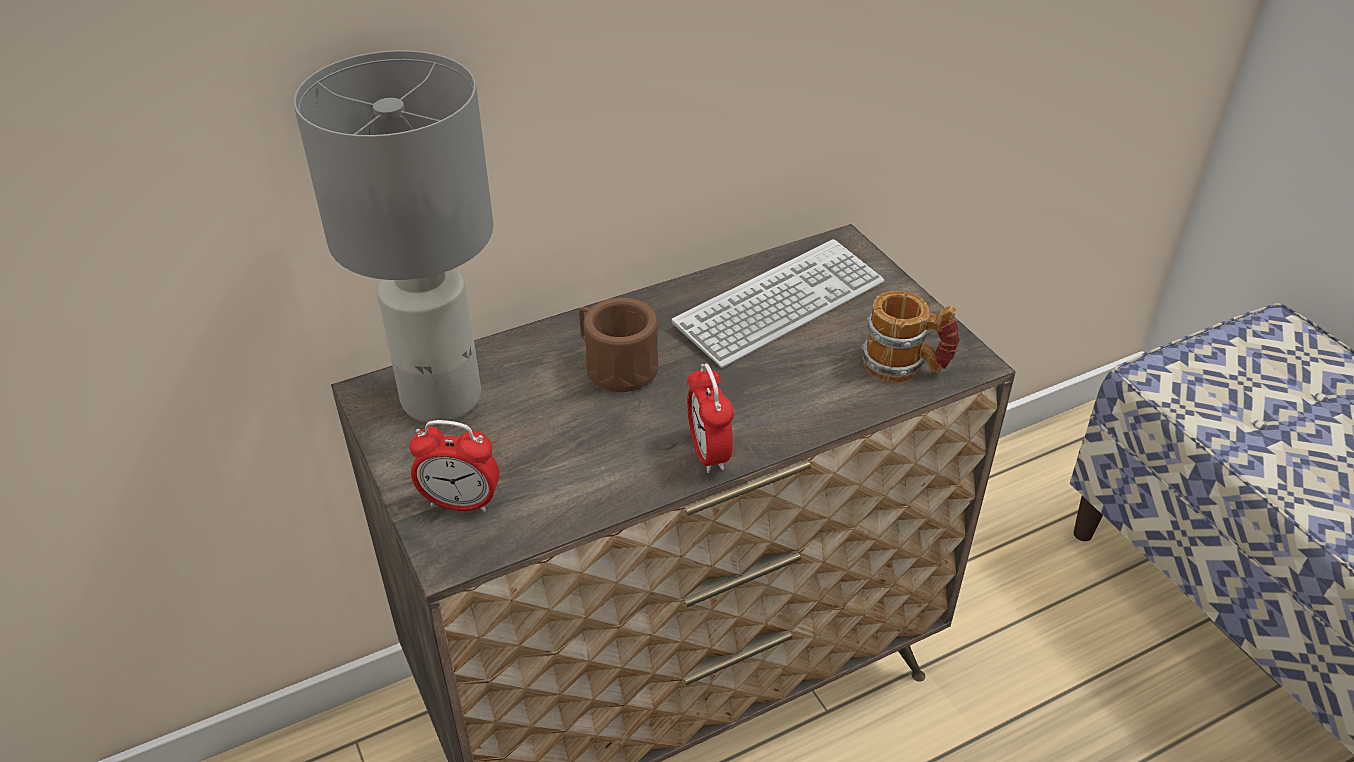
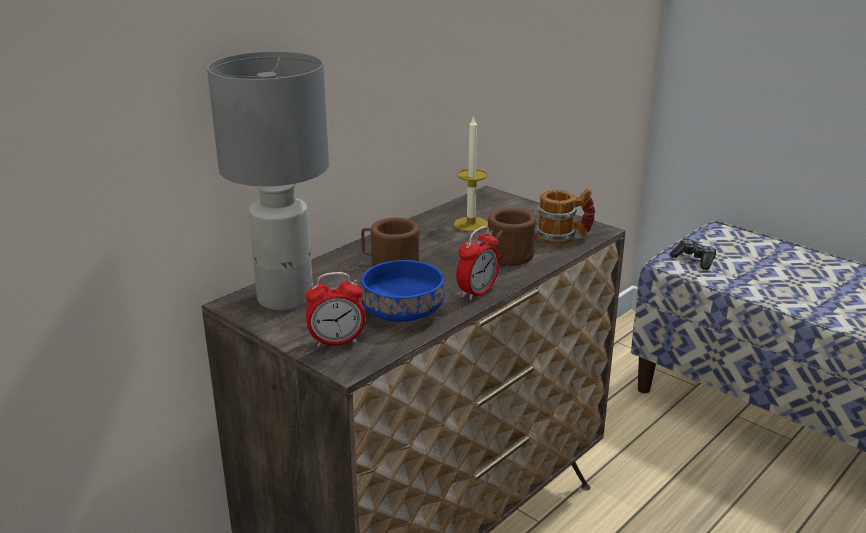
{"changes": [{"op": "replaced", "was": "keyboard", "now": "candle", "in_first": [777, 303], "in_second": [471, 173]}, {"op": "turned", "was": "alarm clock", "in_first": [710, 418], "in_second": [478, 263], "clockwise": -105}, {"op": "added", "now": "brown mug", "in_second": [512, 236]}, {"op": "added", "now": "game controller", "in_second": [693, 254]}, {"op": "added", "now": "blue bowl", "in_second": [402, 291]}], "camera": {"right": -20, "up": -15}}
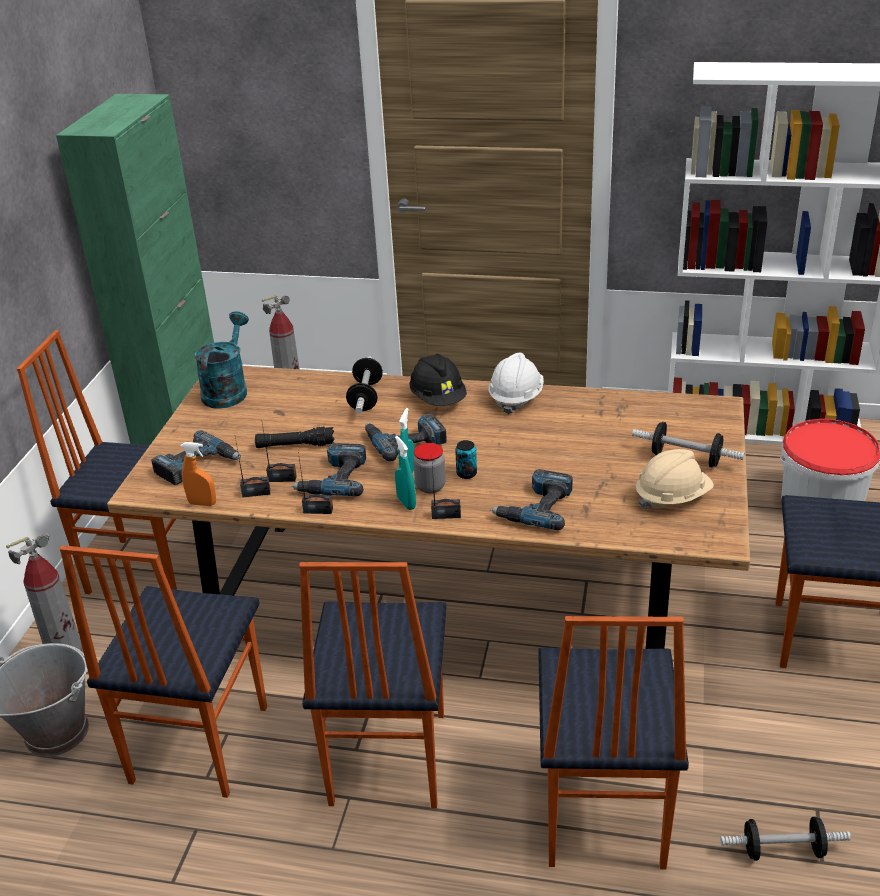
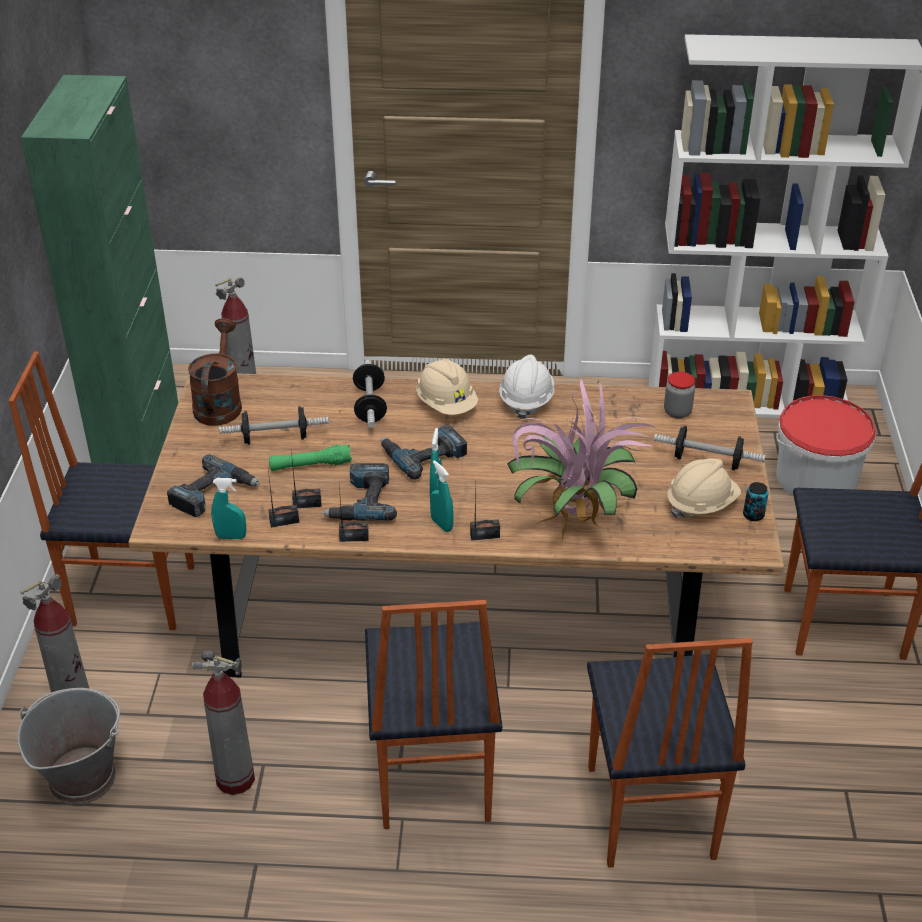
{"changes": [{"op": "recoloured", "was": "turquoise watering can", "now": "brown watering can", "in_first": [222, 360], "in_second": [215, 372]}, {"op": "recoloured", "was": "black hard hat", "now": "beige hard hat", "in_first": [438, 380], "in_second": [447, 387]}, {"op": "recoloured", "was": "black flashlight", "now": "green flashlight", "in_first": [295, 437], "in_second": [310, 458]}, {"op": "moved", "was": "can", "in_first": [466, 459], "in_second": [756, 501]}, {"op": "recoloured", "was": "orange spray bottle", "now": "turquoise spray bottle", "in_first": [198, 474], "in_second": [228, 508]}, {"op": "moved", "was": "jar", "in_first": [429, 468], "in_second": [679, 395]}, {"op": "replaced", "was": "power drill", "now": "potted plant", "in_first": [531, 499], "in_second": [580, 459]}, {"op": "replaced", "was": "chair", "now": "fire extinguisher", "in_first": [163, 671], "in_second": [223, 722]}, {"op": "moved", "was": "dumbbell", "in_first": [785, 839], "in_second": [274, 425]}], "camera": {"right": -10, "up": 5}}
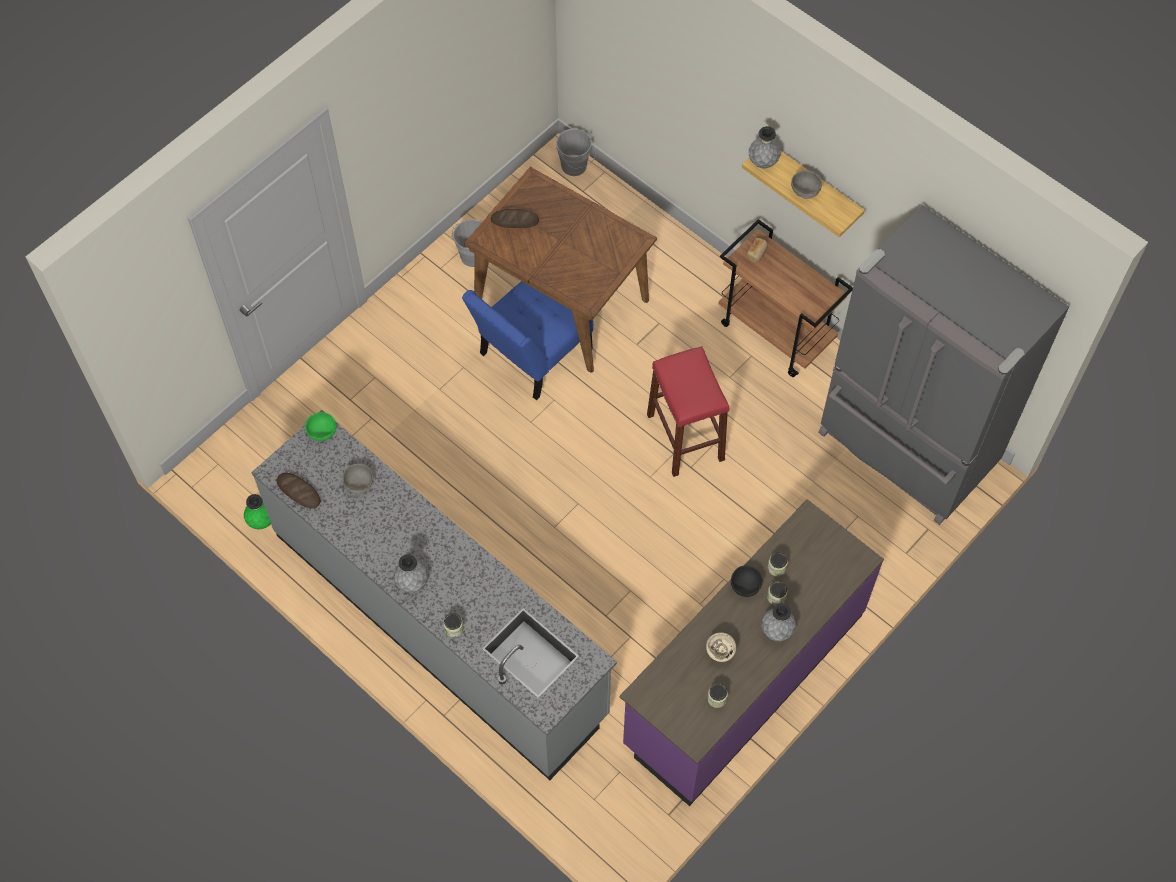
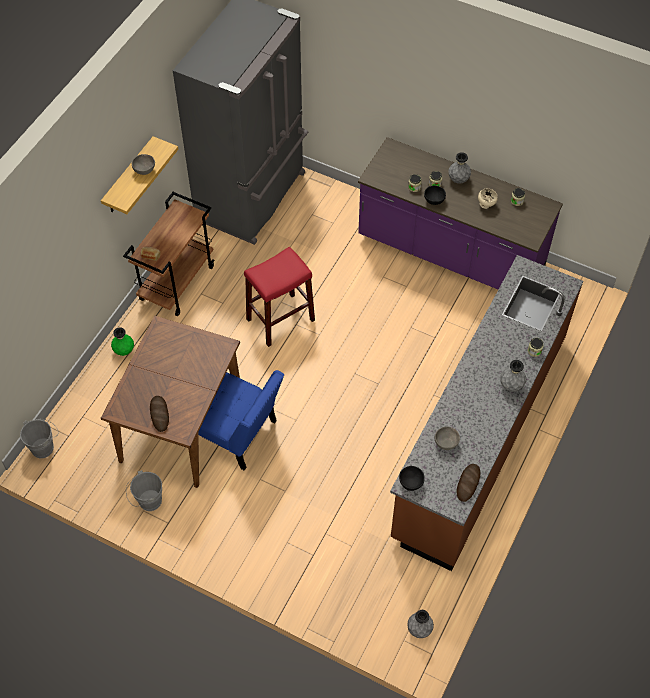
{"changes": [{"op": "moved", "was": "grey vase", "in_first": [765, 147], "in_second": [421, 624]}, {"op": "recoloured", "was": "grey counter", "now": "brown counter", "in_first": [434, 595], "in_second": [486, 413]}, {"op": "recoloured", "was": "green bowl", "now": "black bowl", "in_first": [320, 426], "in_second": [412, 478]}, {"op": "moved", "was": "green vase", "in_first": [257, 511], "in_second": [122, 341]}], "camera": {"right": -105, "up": -5}}
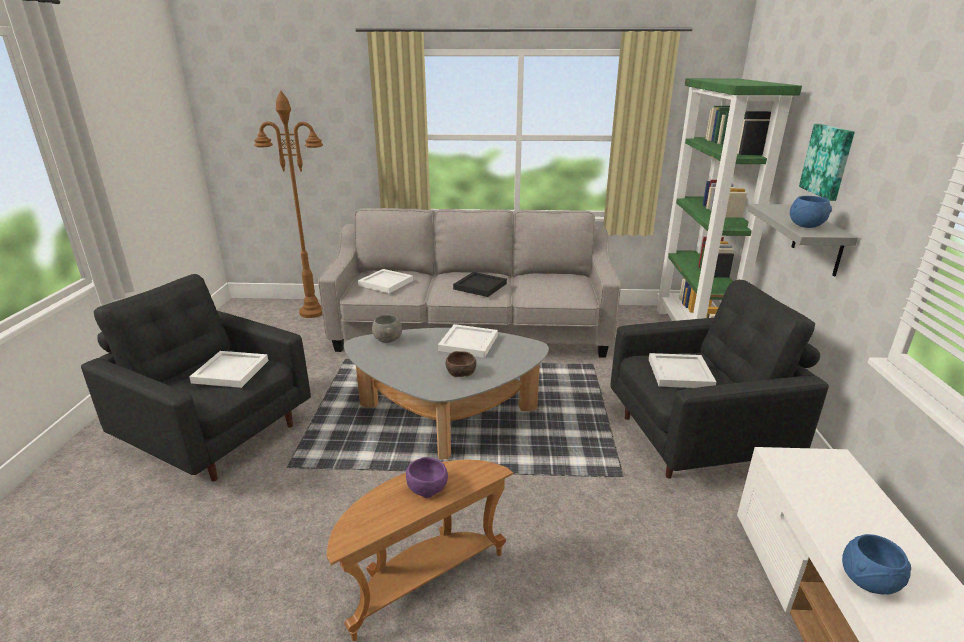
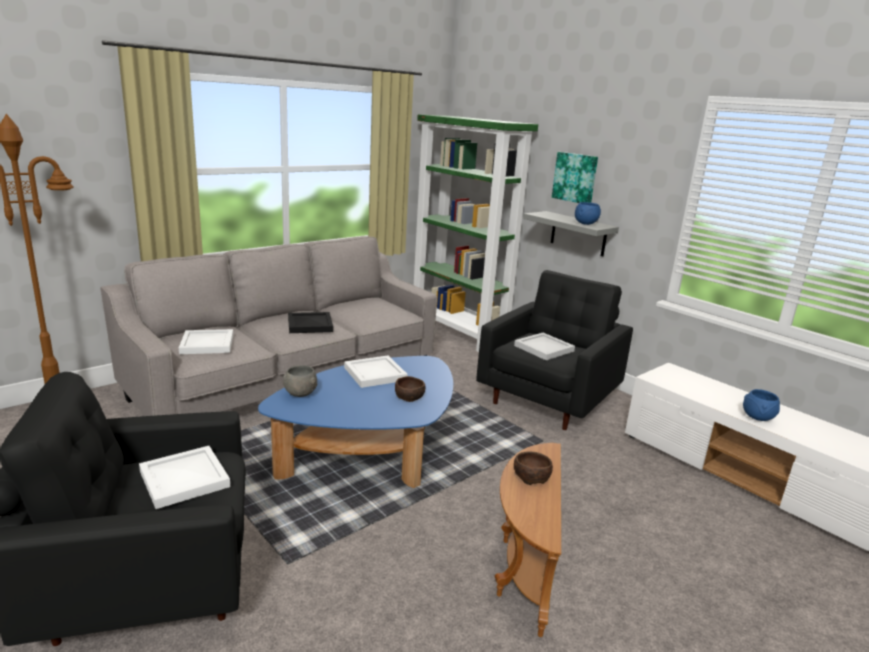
{"changes": [{"op": "recoloured", "was": "grey coffee table", "now": "blue coffee table", "in_first": [446, 393], "in_second": [355, 422]}, {"op": "recoloured", "was": "purple bowl", "now": "brown bowl", "in_first": [427, 477], "in_second": [533, 468]}], "camera": {"right": -45, "up": -5}}
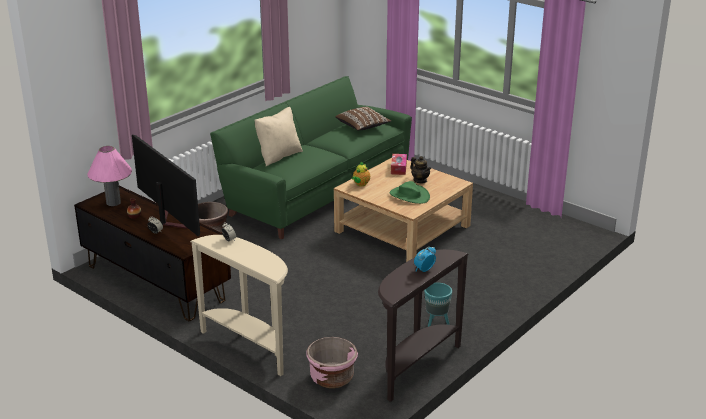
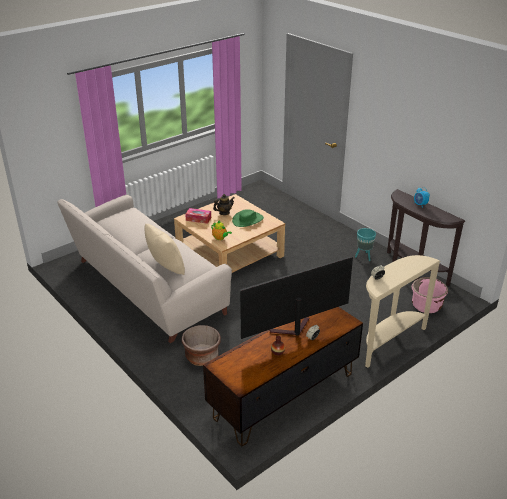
{"changes": [{"op": "recoloured", "was": "green sofa", "now": "beige sofa", "in_first": [311, 158], "in_second": [144, 269]}, {"op": "removed", "was": "brown pillow", "in_first": [363, 119]}, {"op": "removed", "was": "pink table lamp", "in_first": [109, 176]}], "camera": {"right": -80, "up": 5}}
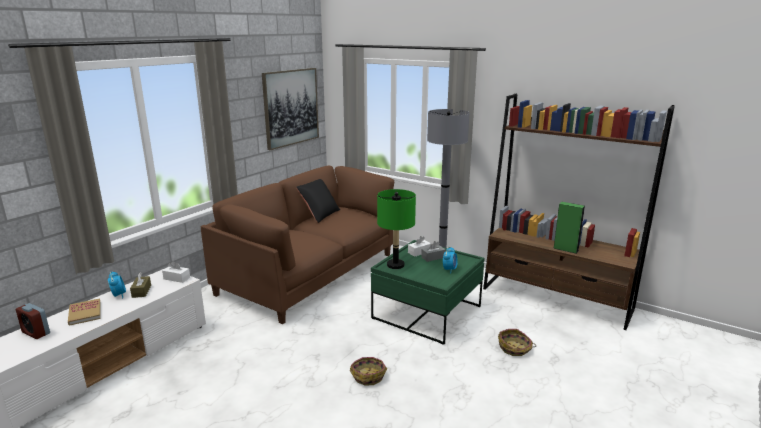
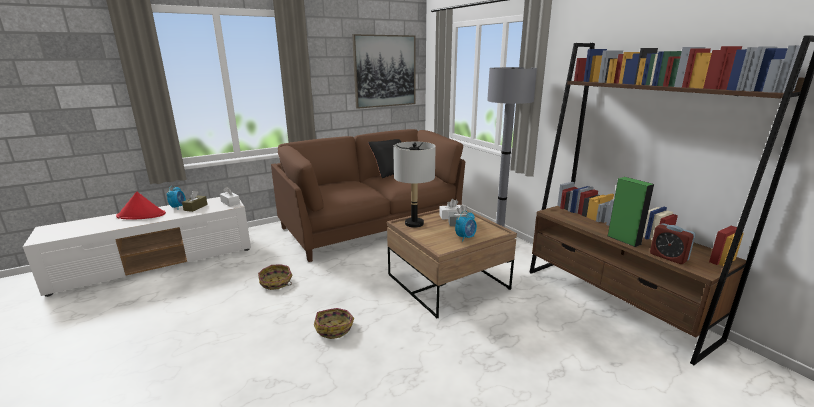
{"changes": [{"op": "recoloured", "was": "green table lamp", "now": "grey table lamp", "in_first": [396, 229], "in_second": [414, 185]}, {"op": "recoloured", "was": "green coffee table", "now": "brown coffee table", "in_first": [428, 292], "in_second": [452, 263]}, {"op": "replaced", "was": "book", "now": "red hat", "in_first": [84, 312], "in_second": [141, 205]}, {"op": "moved", "was": "alarm clock", "in_first": [33, 321], "in_second": [672, 243]}, {"op": "moved", "was": "basket", "in_first": [517, 342], "in_second": [275, 277]}], "camera": {"right": 25, "up": 0}}
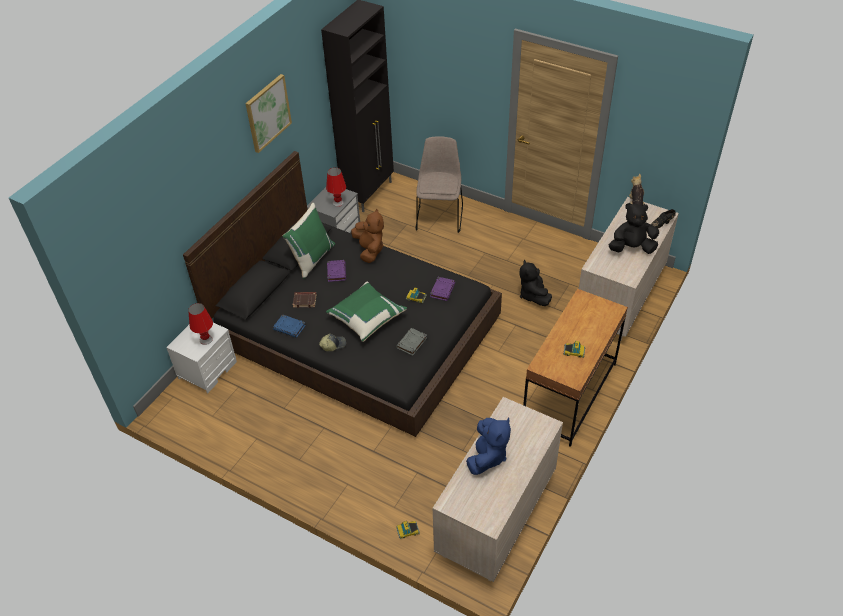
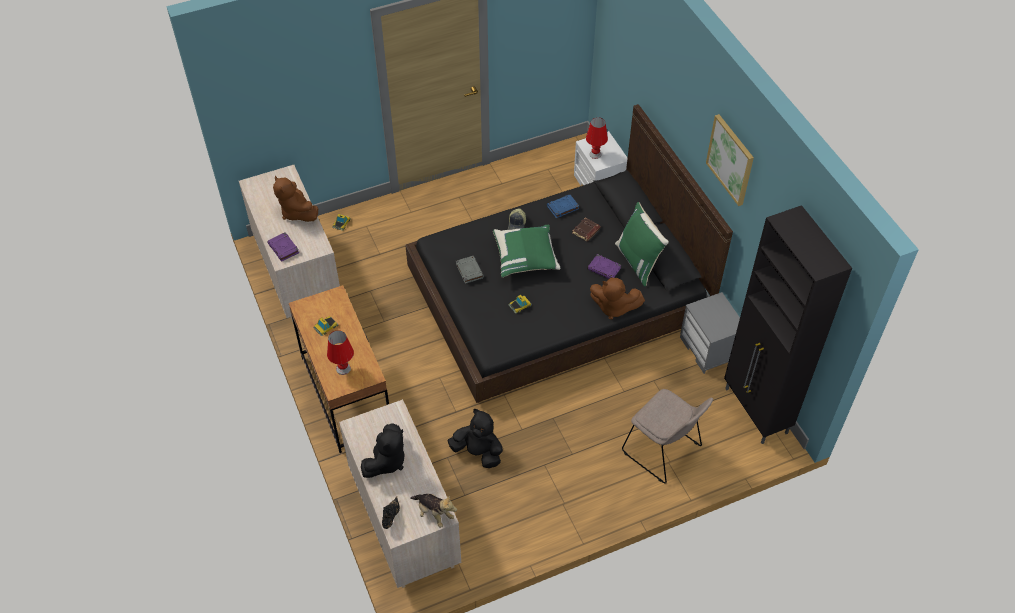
{"changes": [{"op": "moved", "was": "red table lamp", "in_first": [336, 187], "in_second": [340, 352]}, {"op": "moved", "was": "purple book", "in_first": [443, 289], "in_second": [283, 246]}, {"op": "recoloured", "was": "blue plush toy", "now": "brown plush toy", "in_first": [488, 446], "in_second": [295, 199]}], "camera": {"right": 125, "up": 5}}
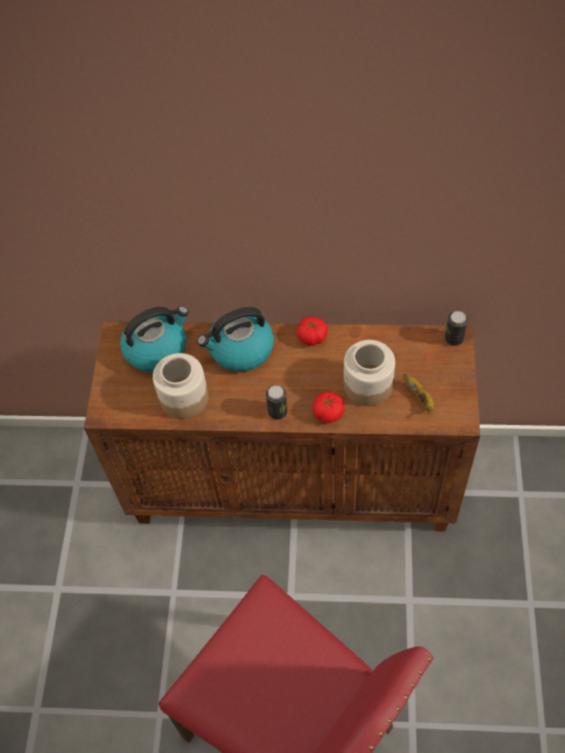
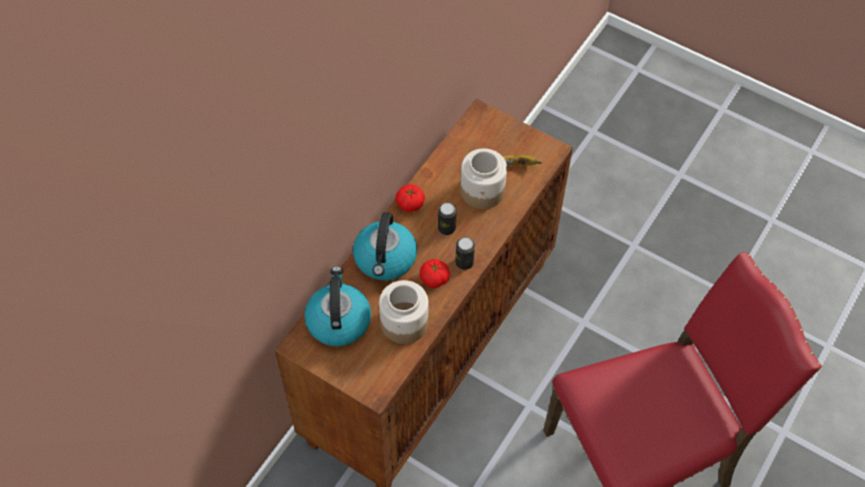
{"changes": [{"op": "moved", "was": "can", "in_first": [456, 328], "in_second": [447, 219]}, {"op": "moved", "was": "tomato", "in_first": [328, 407], "in_second": [435, 273]}], "camera": {"right": -65, "up": 0}}
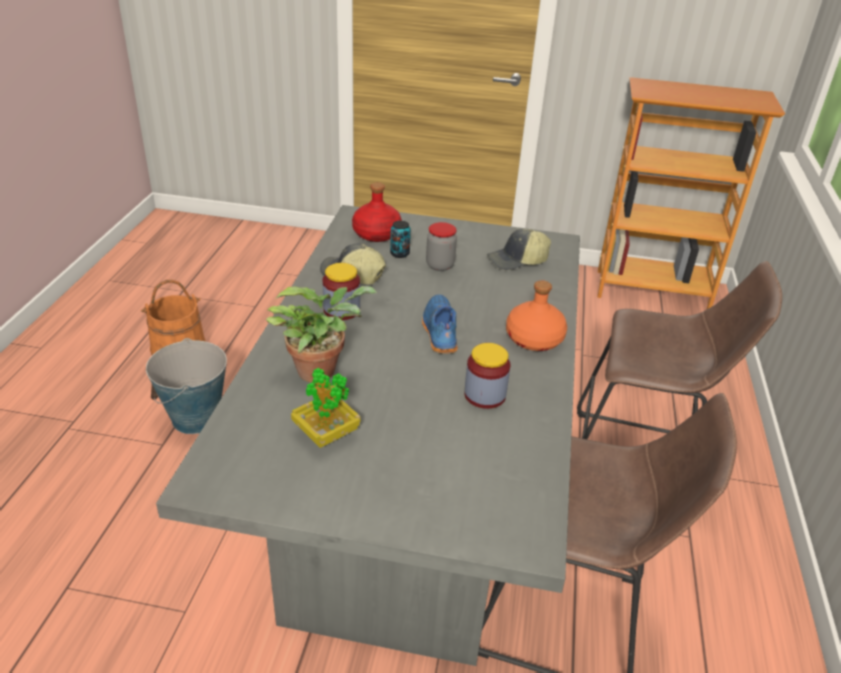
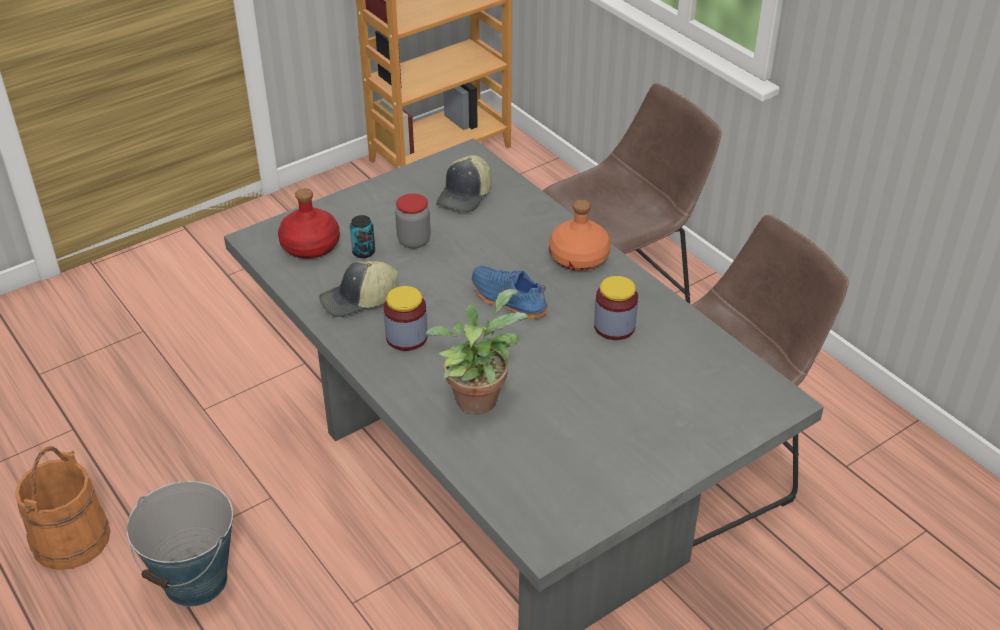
{"changes": [{"op": "removed", "was": "potted plant", "in_first": [325, 408]}], "camera": {"right": -45, "up": 5}}
